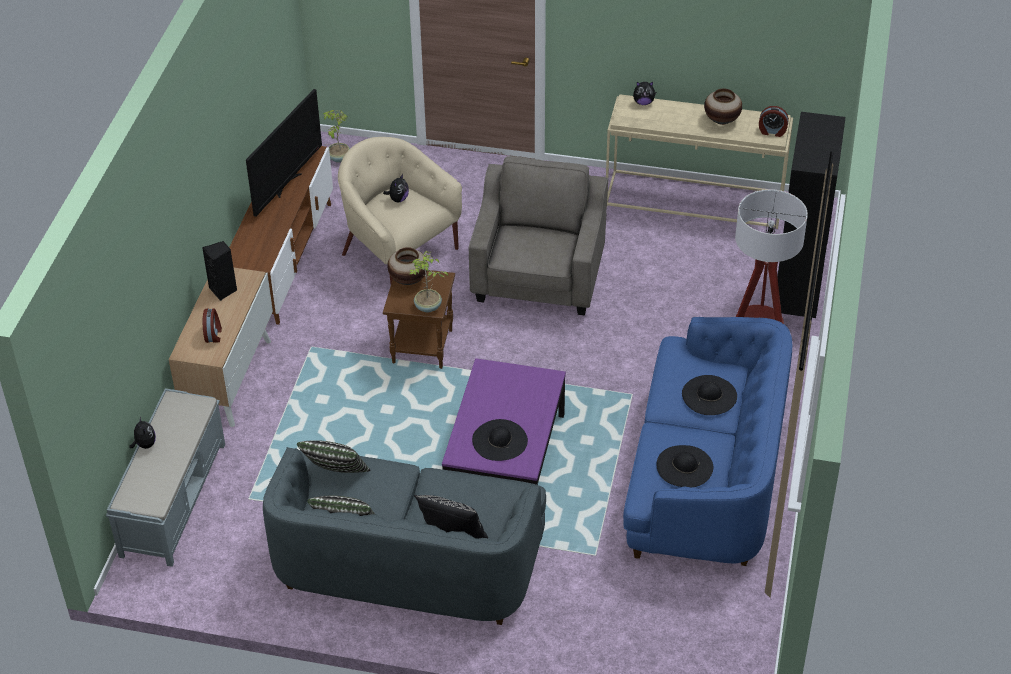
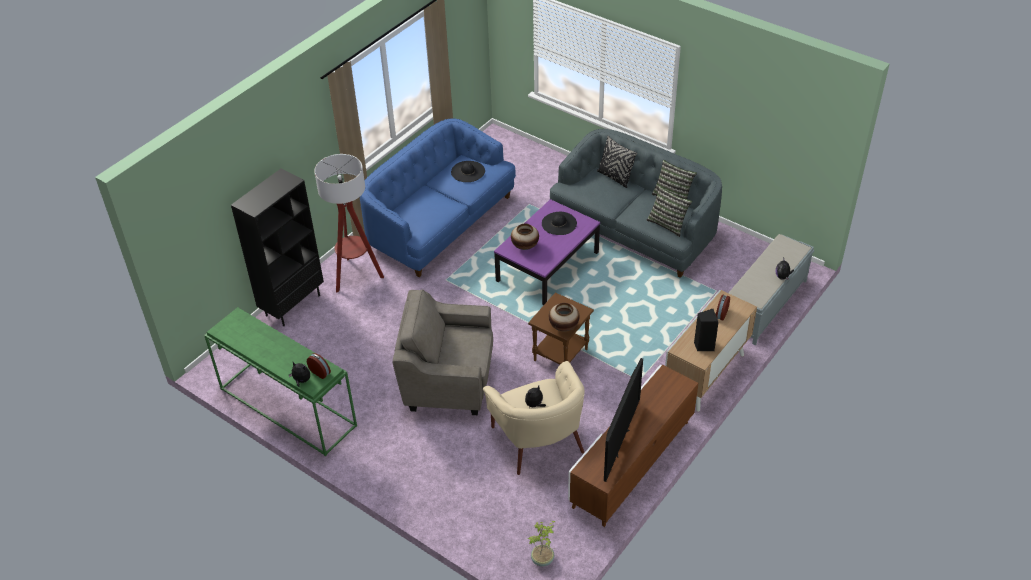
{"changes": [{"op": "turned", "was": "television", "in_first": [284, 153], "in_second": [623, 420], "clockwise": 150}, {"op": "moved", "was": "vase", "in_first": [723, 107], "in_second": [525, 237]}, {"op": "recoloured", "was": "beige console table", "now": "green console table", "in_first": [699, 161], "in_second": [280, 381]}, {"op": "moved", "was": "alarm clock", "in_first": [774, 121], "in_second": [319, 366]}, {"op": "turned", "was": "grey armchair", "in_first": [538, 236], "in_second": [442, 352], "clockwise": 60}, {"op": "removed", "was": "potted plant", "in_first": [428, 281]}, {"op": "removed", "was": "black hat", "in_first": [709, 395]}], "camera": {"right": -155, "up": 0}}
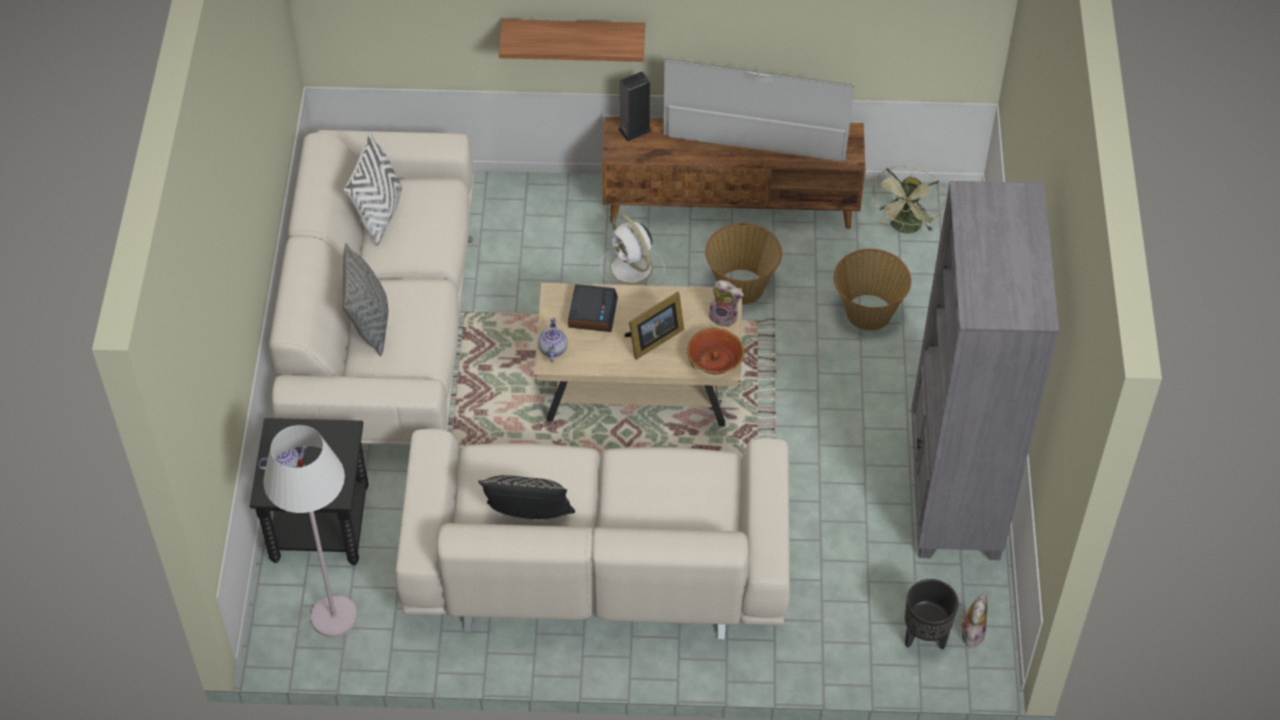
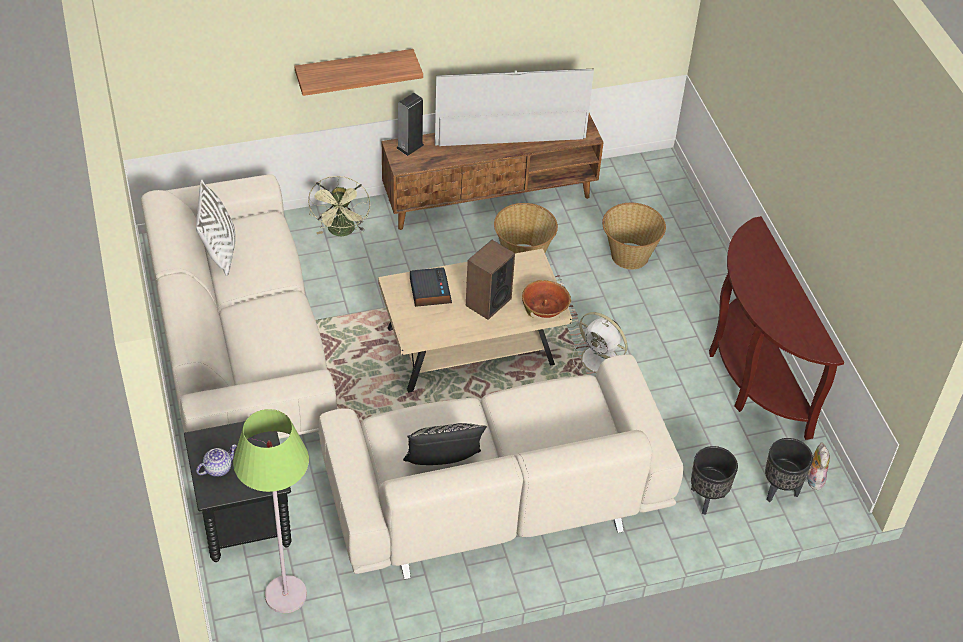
{"changes": [{"op": "moved", "was": "green fan", "in_first": [908, 199], "in_second": [339, 206]}, {"op": "replaced", "was": "grey bookcase", "now": "brown console table", "in_first": [985, 370], "in_second": [776, 328]}, {"op": "moved", "was": "white fan", "in_first": [632, 249], "in_second": [600, 342]}, {"op": "removed", "was": "grey pillow", "in_first": [365, 299]}, {"op": "removed", "was": "plush toy", "in_first": [726, 303]}, {"op": "replaced", "was": "picture frame", "now": "speaker", "in_first": [654, 326], "in_second": [490, 280]}, {"op": "removed", "was": "teapot", "in_first": [552, 339]}, {"op": "recoloured", "was": "white floor lamp", "now": "green floor lamp", "in_first": [310, 531], "in_second": [271, 511]}, {"op": "added", "now": "black planter", "in_second": [714, 480]}], "camera": {"right": -20, "up": -5}}
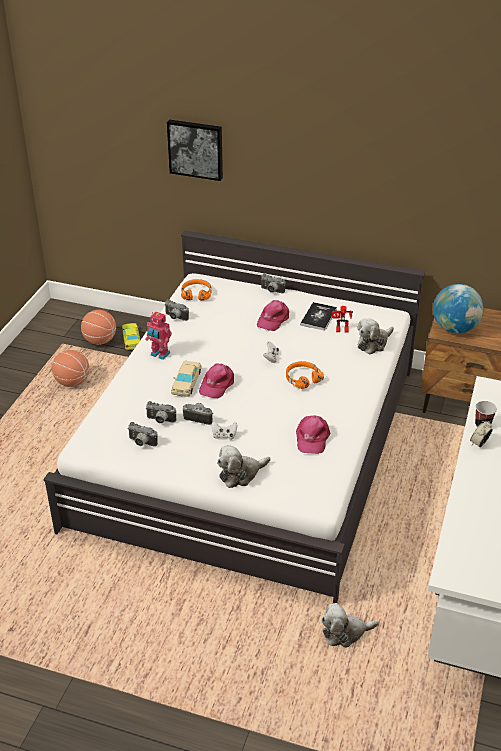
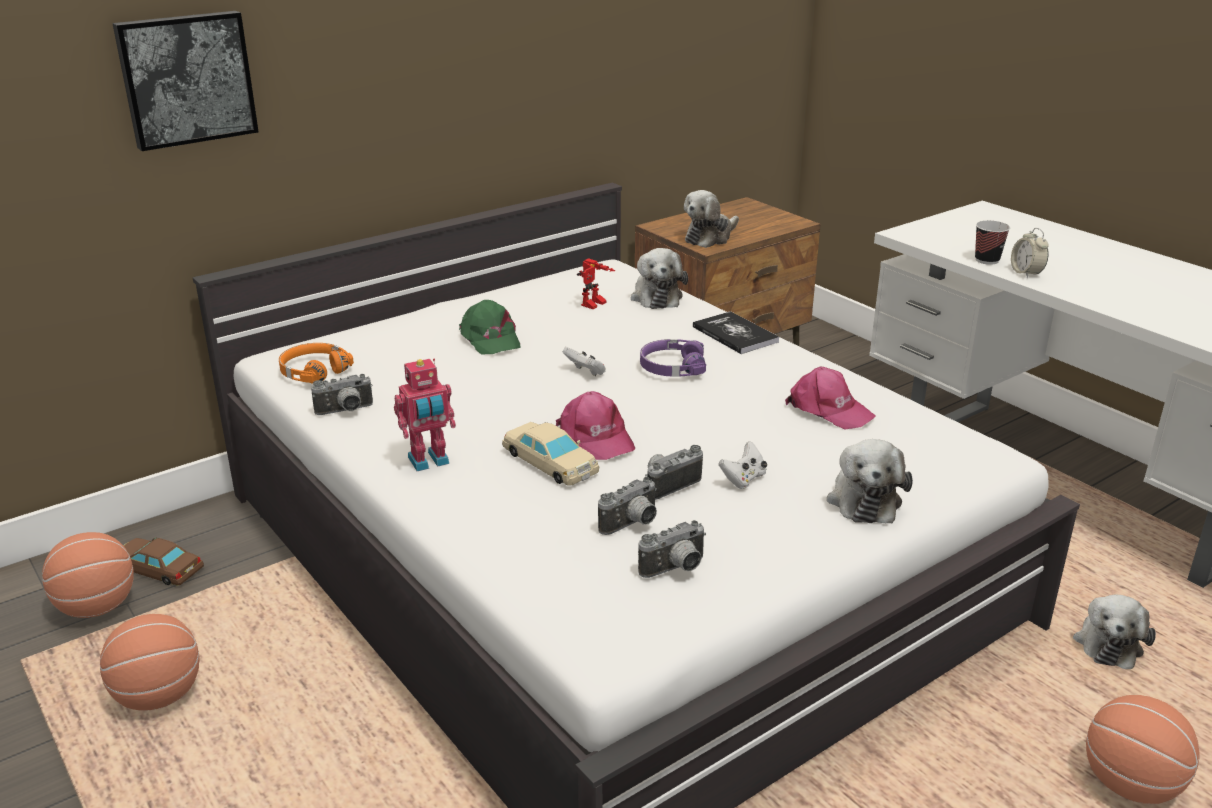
{"changes": [{"op": "removed", "was": "photo camera", "in_first": [273, 283]}, {"op": "replaced", "was": "globe", "now": "plush toy", "in_first": [458, 309], "in_second": [711, 219]}, {"op": "recoloured", "was": "pink cap", "now": "green cap", "in_first": [273, 315], "in_second": [490, 327]}, {"op": "moved", "was": "book", "in_first": [318, 316], "in_second": [736, 332]}, {"op": "recoloured", "was": "yellow toy car", "now": "brown toy car", "in_first": [131, 336], "in_second": [163, 561]}, {"op": "recoloured", "was": "orange headphones", "now": "purple headphones", "in_first": [305, 375], "in_second": [673, 357]}, {"op": "added", "now": "basketball", "in_second": [1143, 749]}], "camera": {"right": -55, "up": -10}}
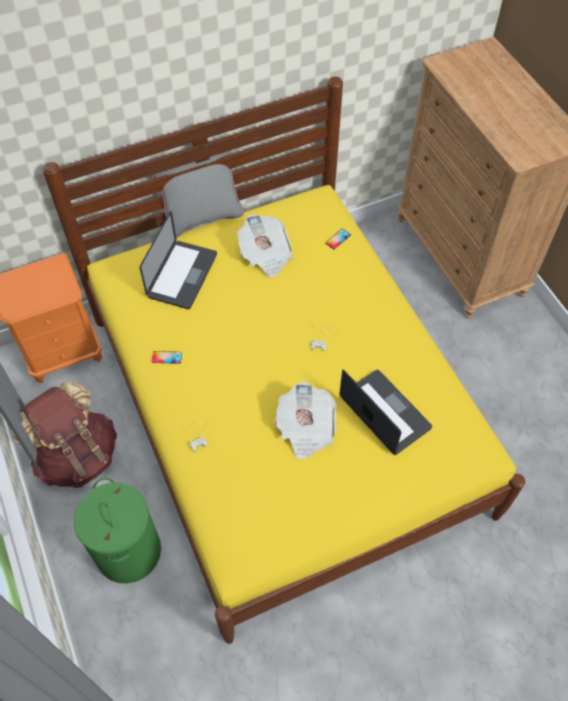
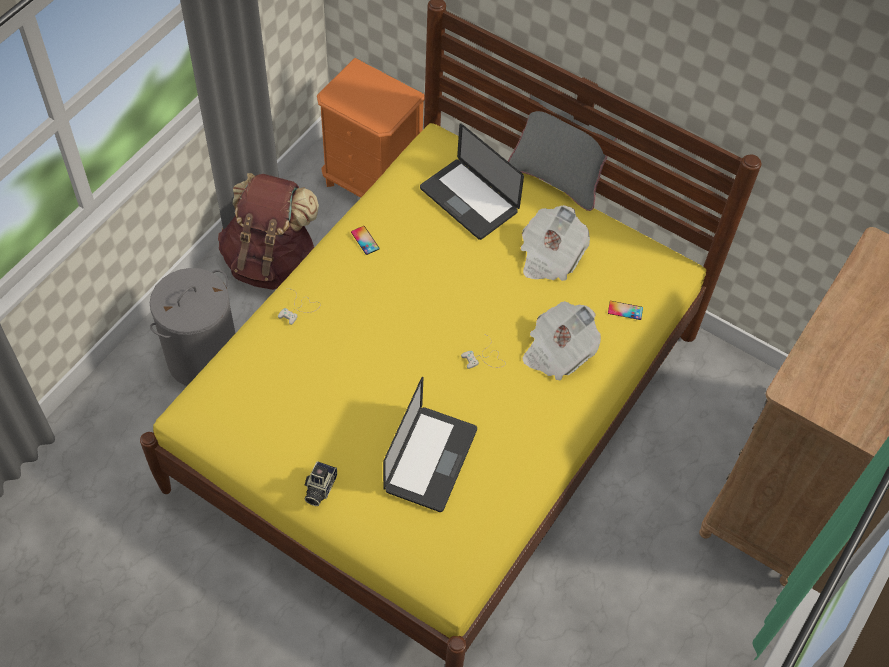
{"changes": [{"op": "turned", "was": "laptop", "in_first": [178, 260], "in_second": [472, 181], "clockwise": 60}, {"op": "moved", "was": "newspaper", "in_first": [305, 421], "in_second": [562, 341]}, {"op": "recoloured", "was": "green laundry basket", "now": "grey laundry basket", "in_first": [117, 531], "in_second": [192, 327]}, {"op": "added", "now": "photo camera", "in_second": [321, 483]}], "camera": {"right": 55, "up": 0}}
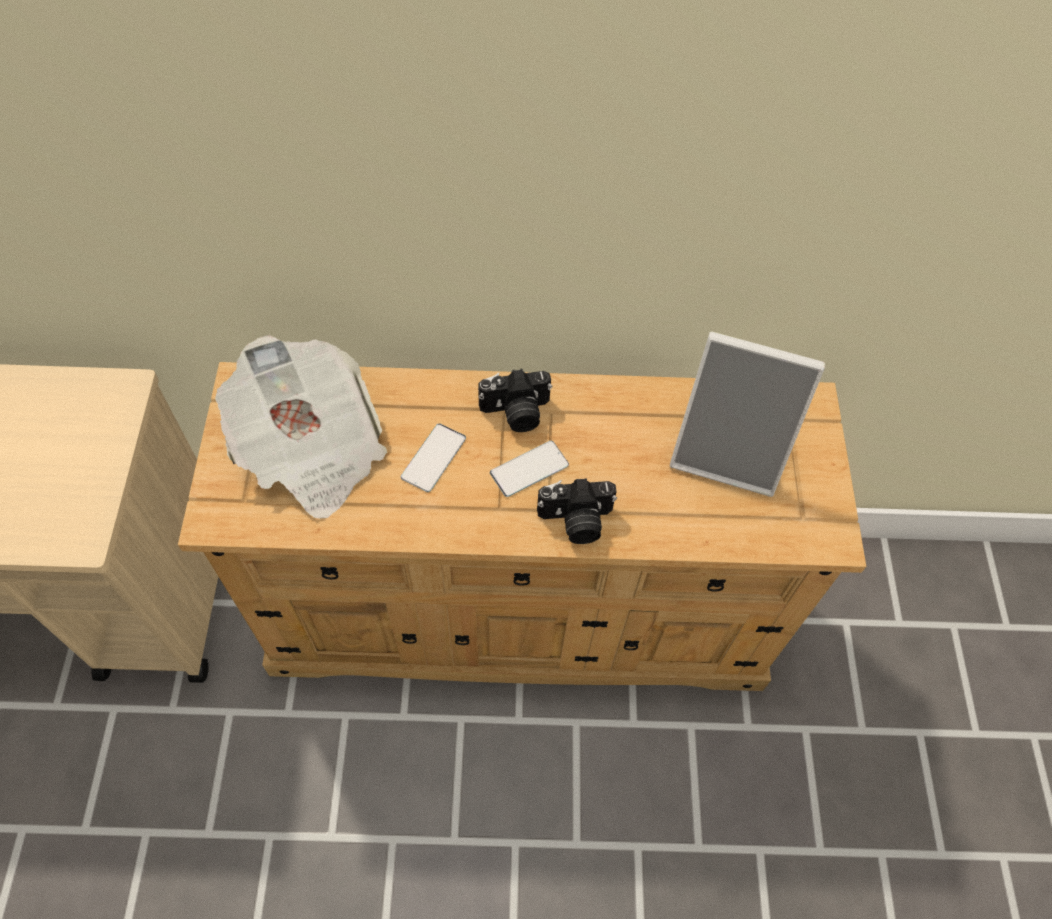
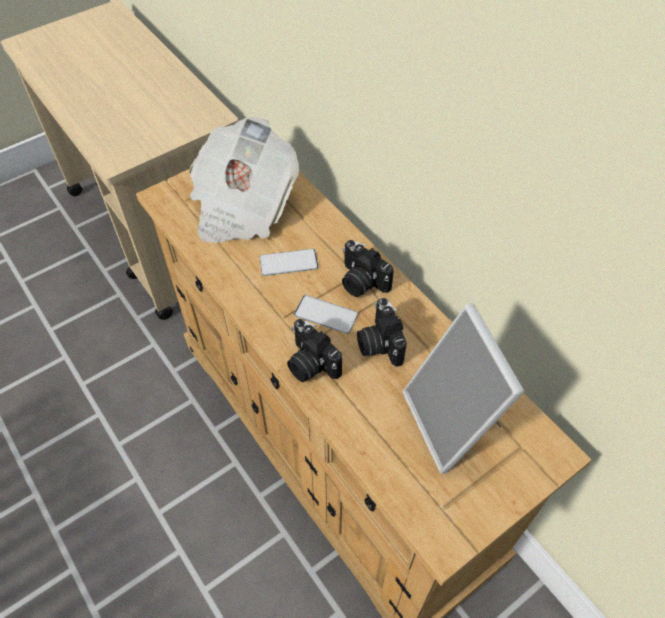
{"changes": [{"op": "added", "now": "photo camera", "in_second": [382, 332]}], "camera": {"right": 55, "up": -5}}
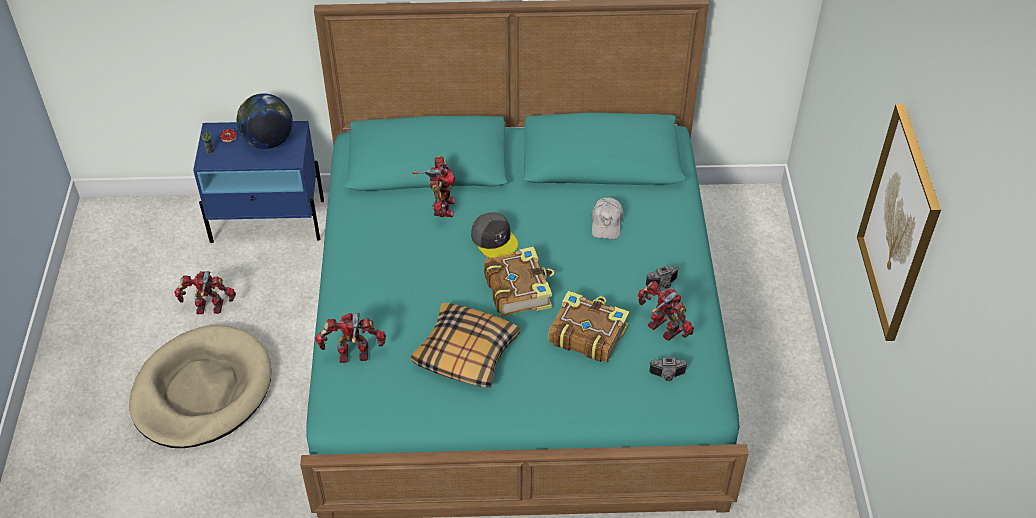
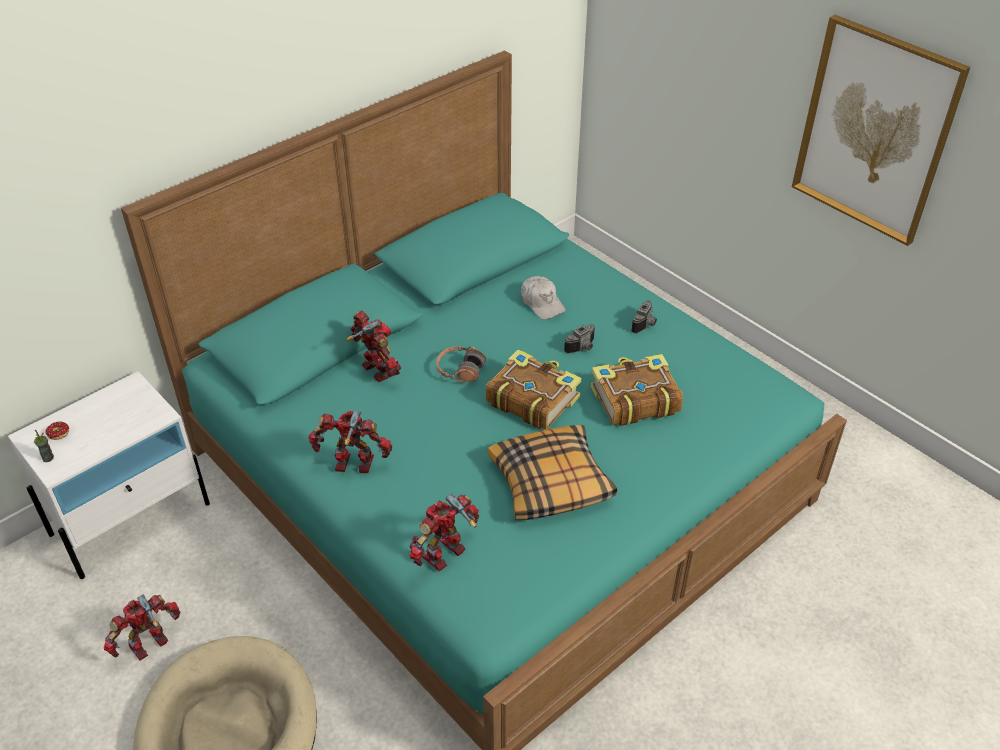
{"changes": [{"op": "removed", "was": "globe", "in_first": [265, 121]}, {"op": "recoloured", "was": "blue nightstand", "now": "white nightstand", "in_first": [258, 182], "in_second": [109, 475]}, {"op": "replaced", "was": "grey cap", "now": "headphones", "in_first": [494, 235], "in_second": [461, 364]}, {"op": "moved", "was": "toy robot", "in_first": [666, 311], "in_second": [350, 441]}, {"op": "moved", "was": "photo camera", "in_first": [668, 369], "in_second": [579, 339]}], "camera": {"right": -40, "up": -5}}
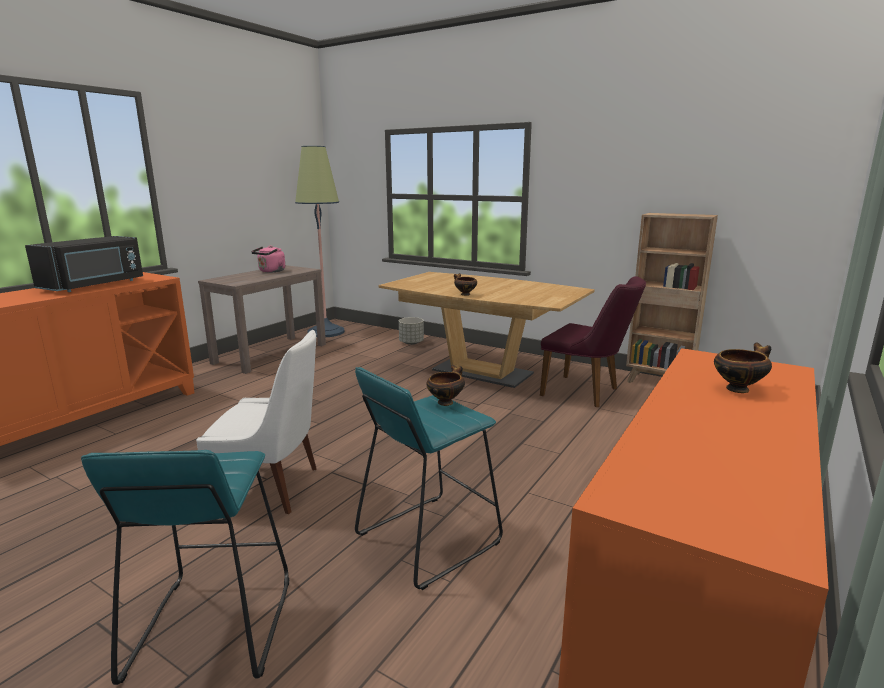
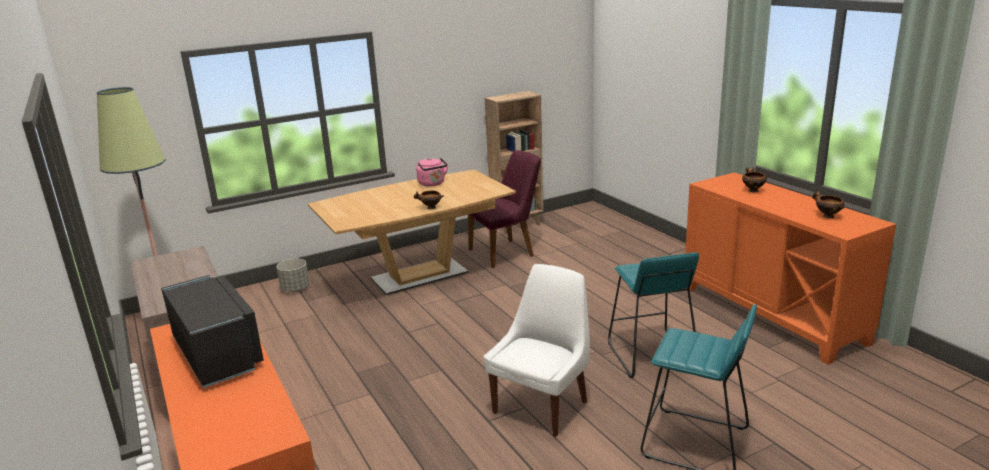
{"changes": [{"op": "moved", "was": "pink kettle", "in_first": [268, 259], "in_second": [432, 172]}, {"op": "moved", "was": "bowl", "in_first": [445, 385], "in_second": [829, 204]}], "camera": {"right": -60, "up": 5}}
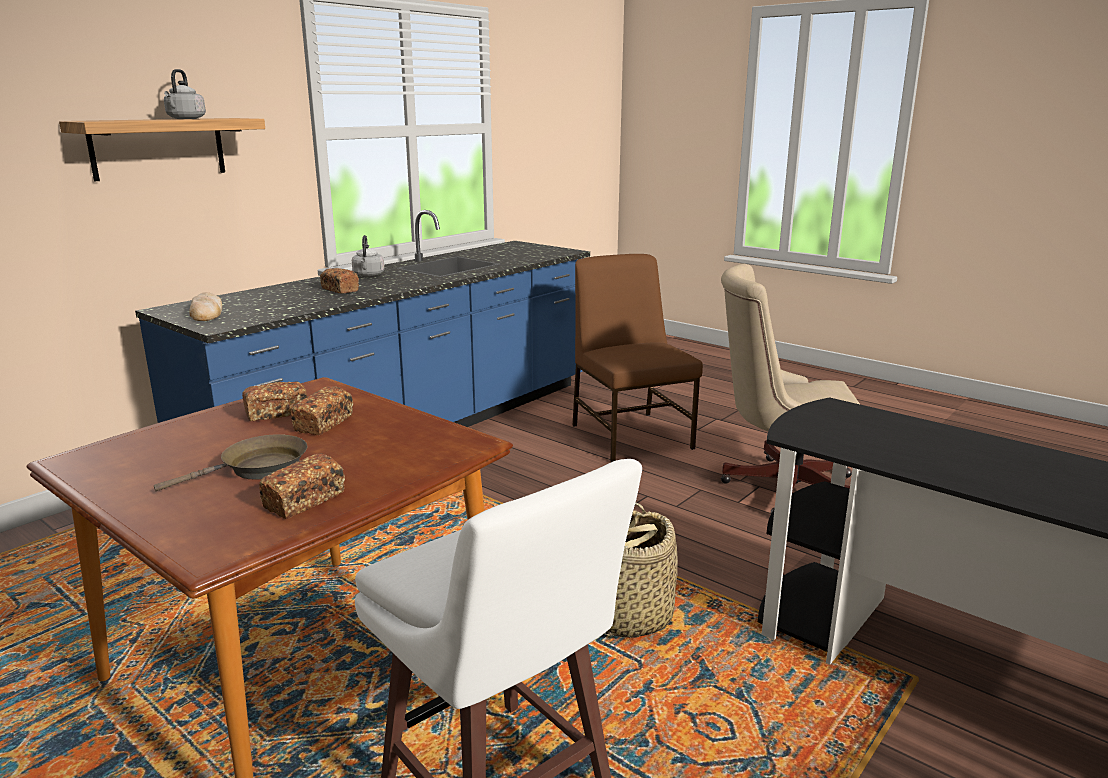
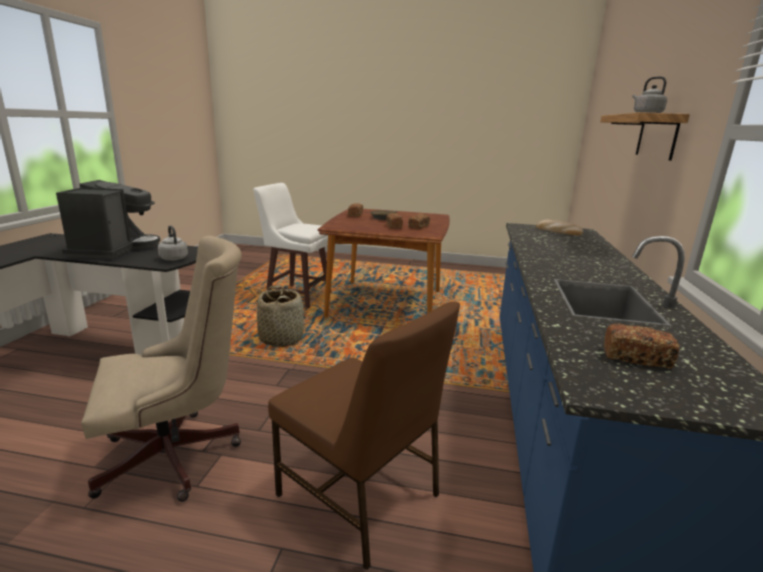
{"changes": [{"op": "moved", "was": "grey kettle", "in_first": [368, 256], "in_second": [173, 243]}, {"op": "moved", "was": "bread", "in_first": [339, 280], "in_second": [642, 346]}, {"op": "added", "now": "coffee machine", "in_second": [108, 219]}], "camera": {"right": 150, "up": 0}}
